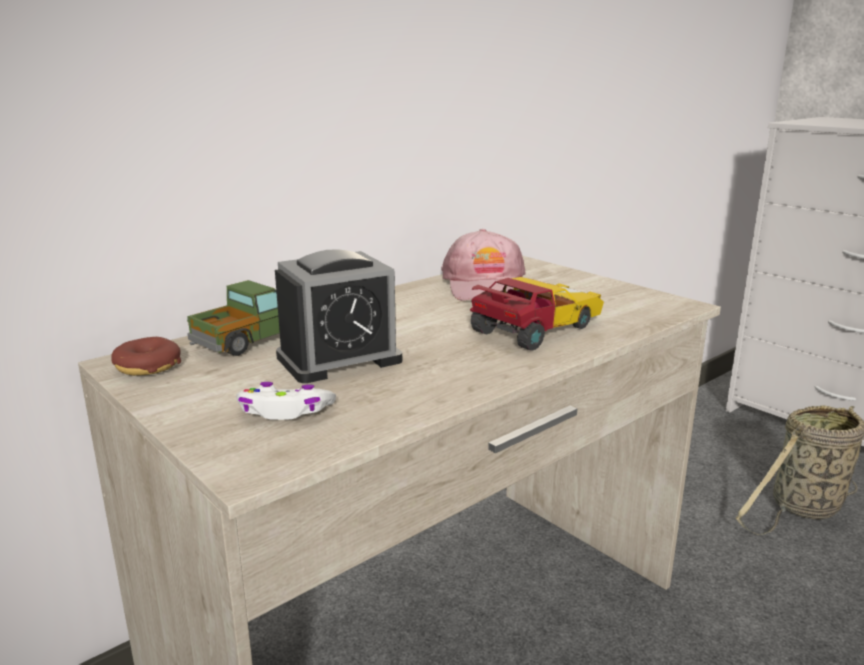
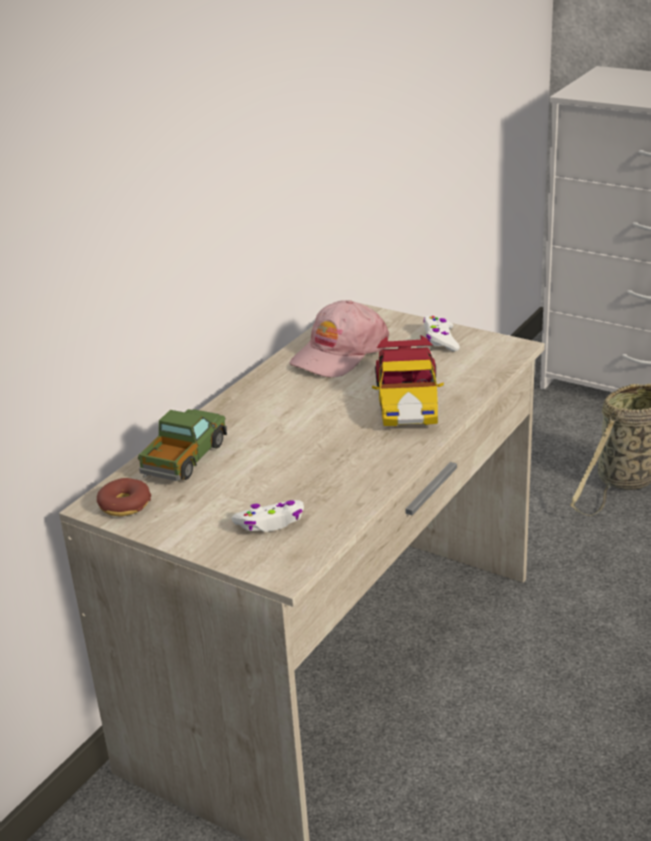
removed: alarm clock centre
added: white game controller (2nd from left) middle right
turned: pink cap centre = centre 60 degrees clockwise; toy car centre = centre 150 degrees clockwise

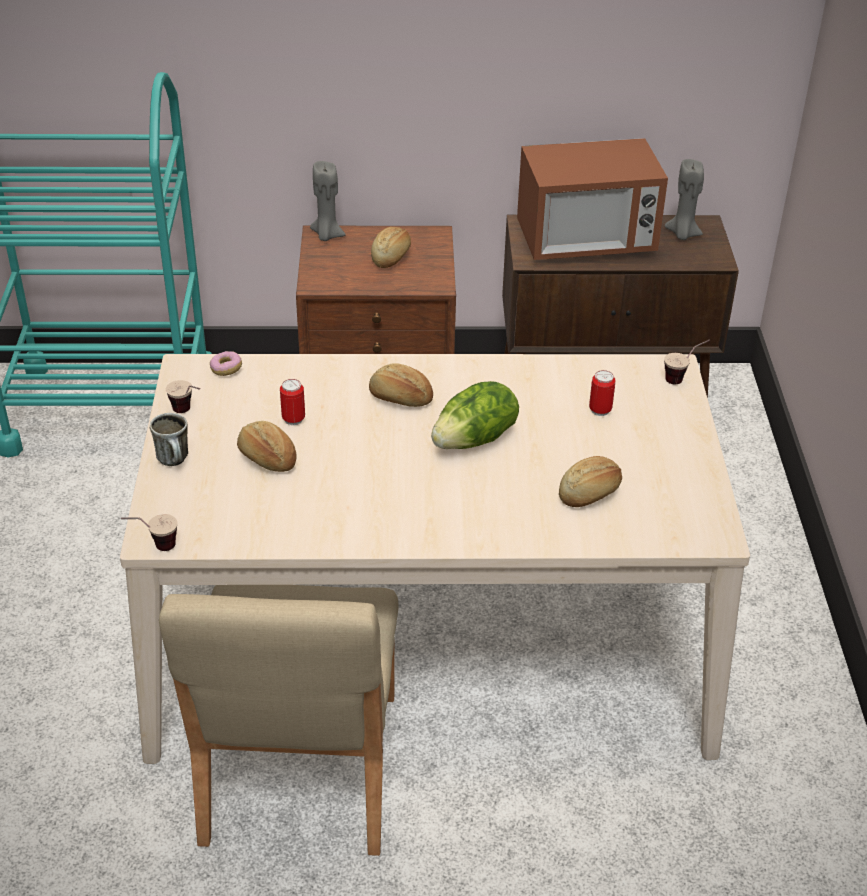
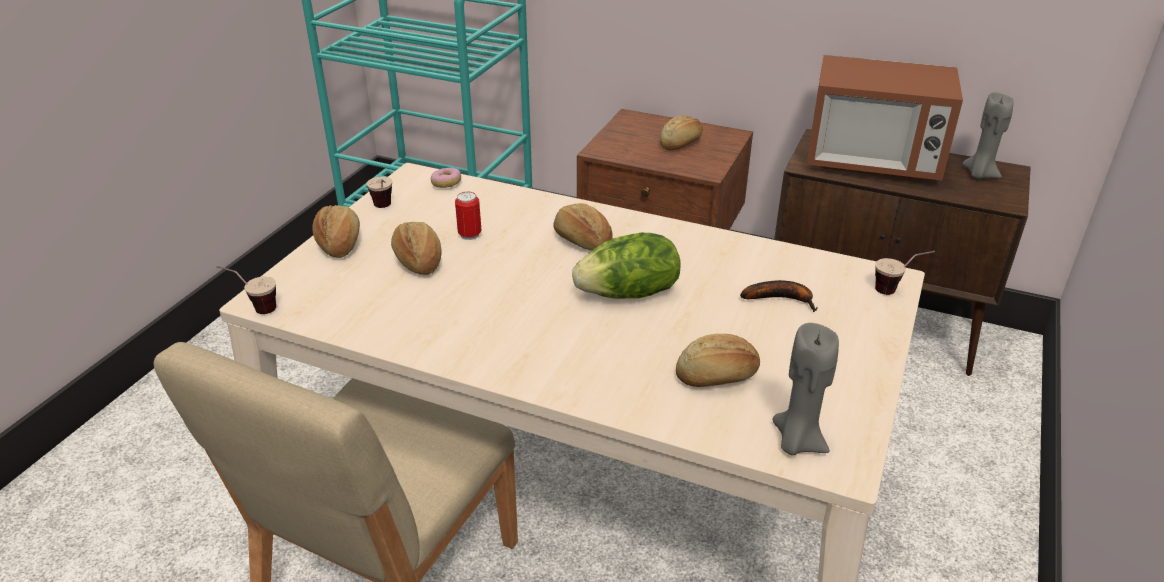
moved: grey candle (1st from left) top centre to bottom right
replaced: mug middle left to bread (1st from left) middle left; can (2nd from left) middle right to banana middle right

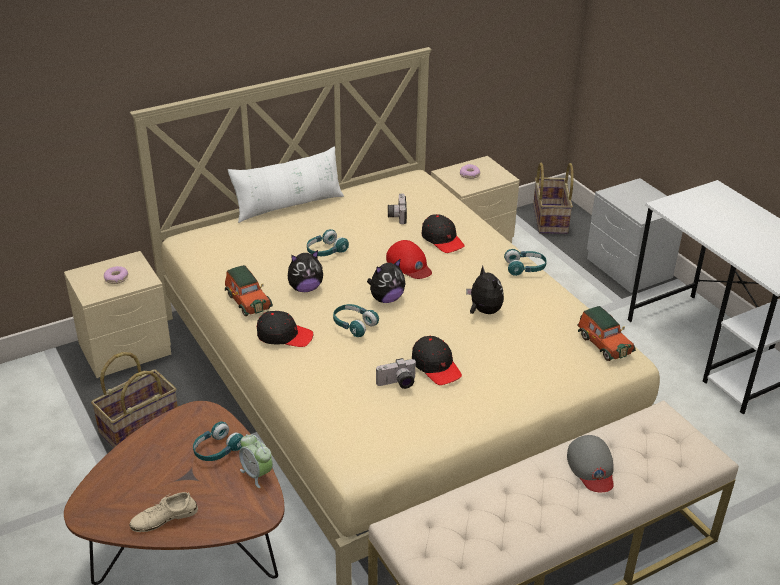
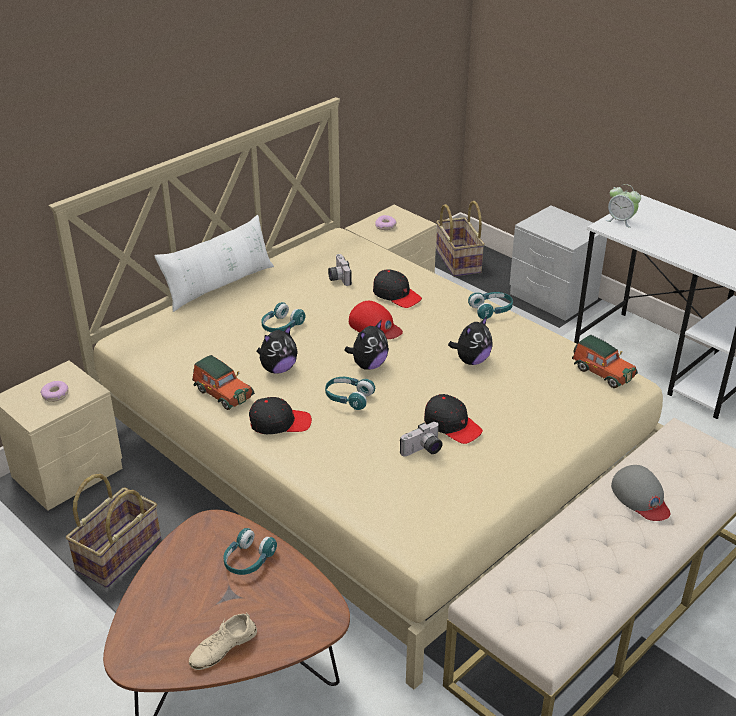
moved: alarm clock bottom left to top right
turned: plush toy (3rd from left) centre = centre 90 degrees clockwise

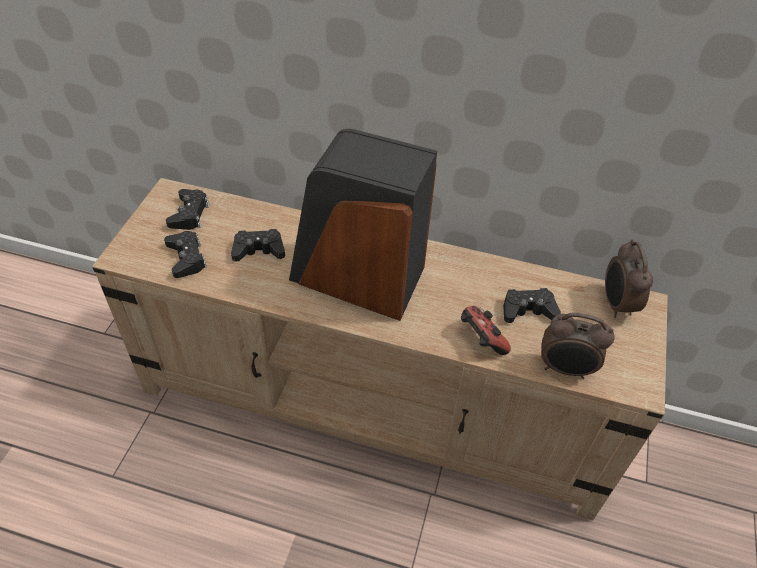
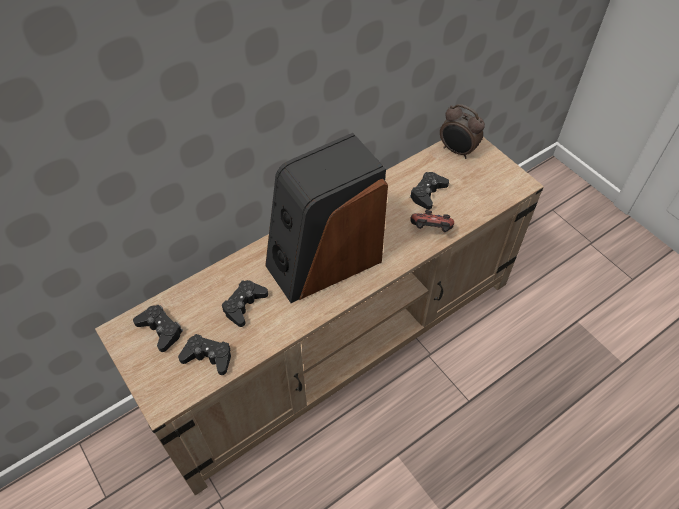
removed: alarm clock (1st from left) middle right

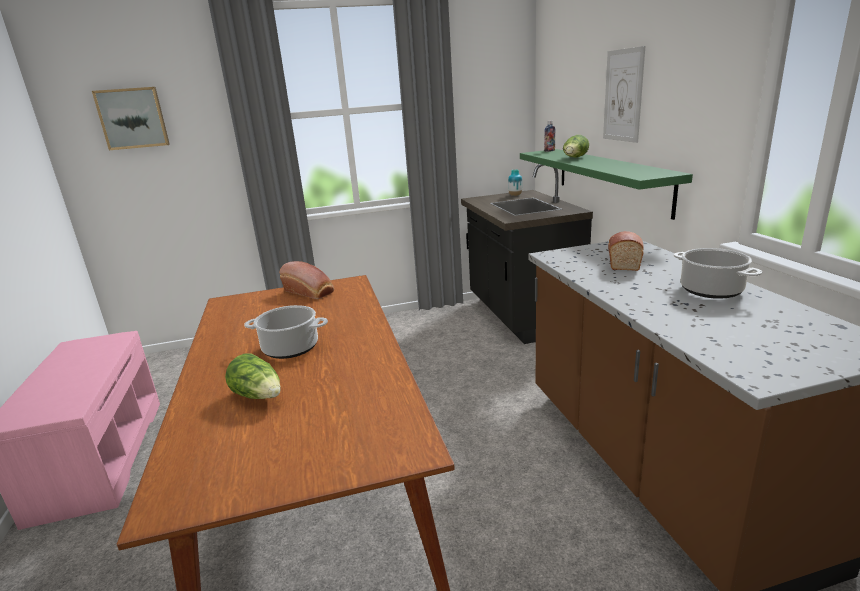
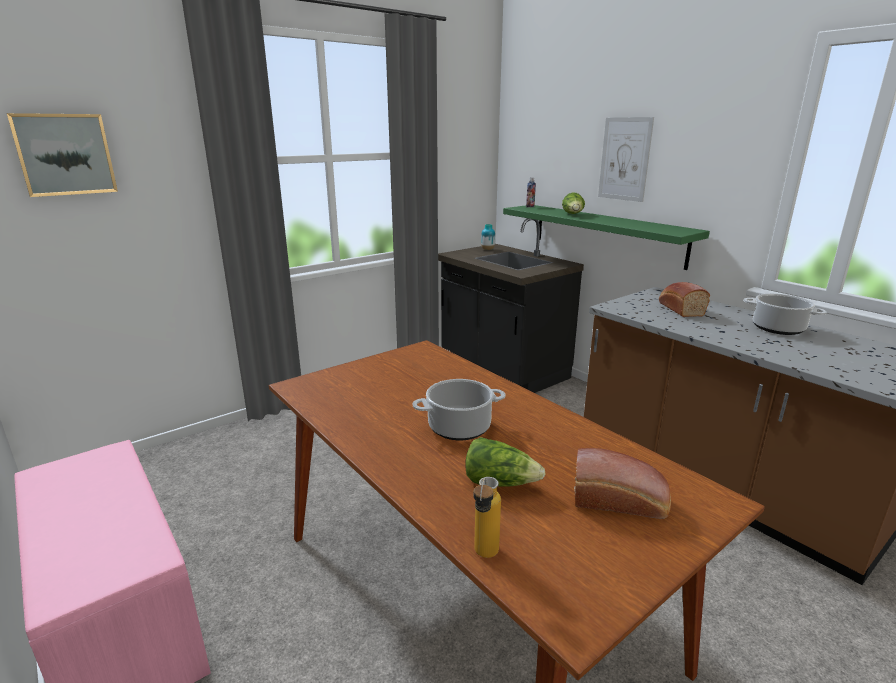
added: bottle (1st from left) bottom centre
moved: bread (1st from left) centre to bottom right

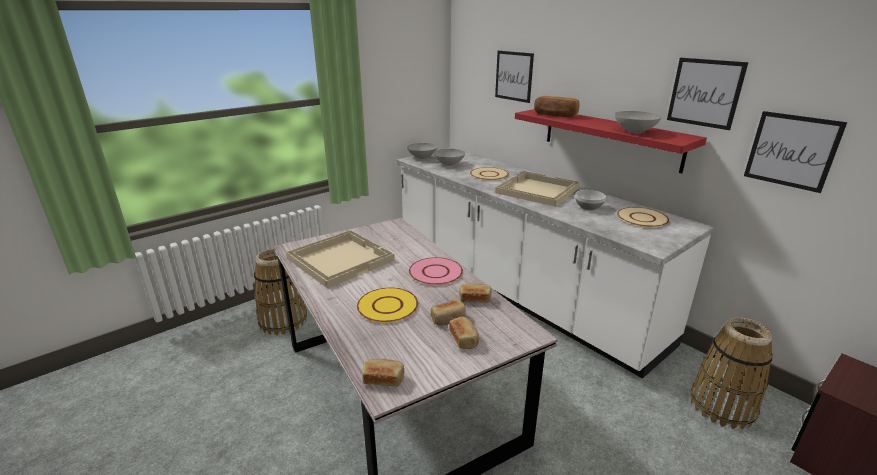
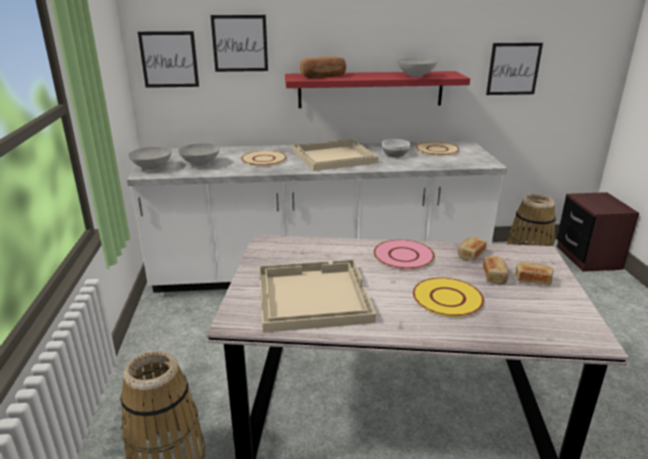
removed: bread (1st from left) bottom centre
moved: picture (2nd from left in the first image) top right to picture (1st from left) top left

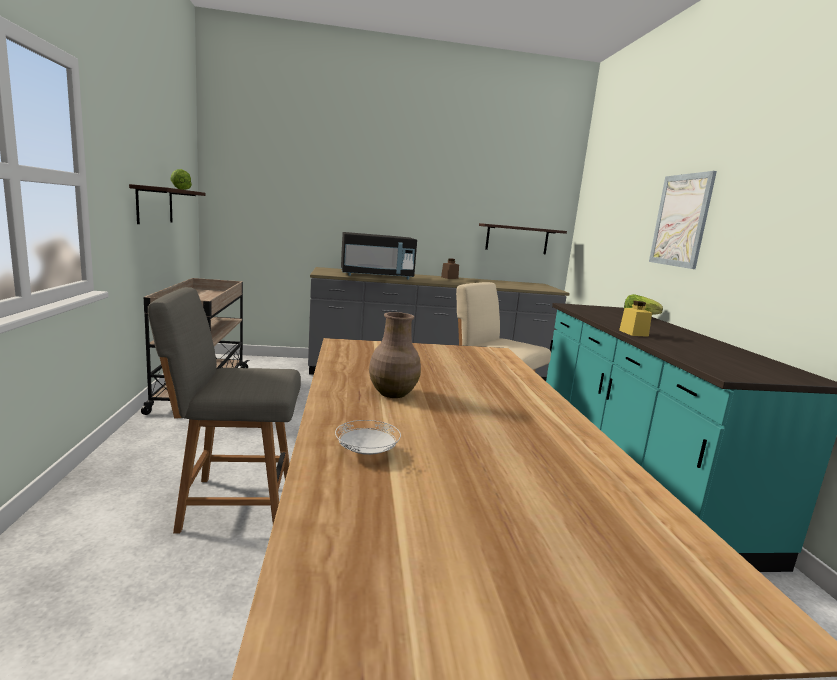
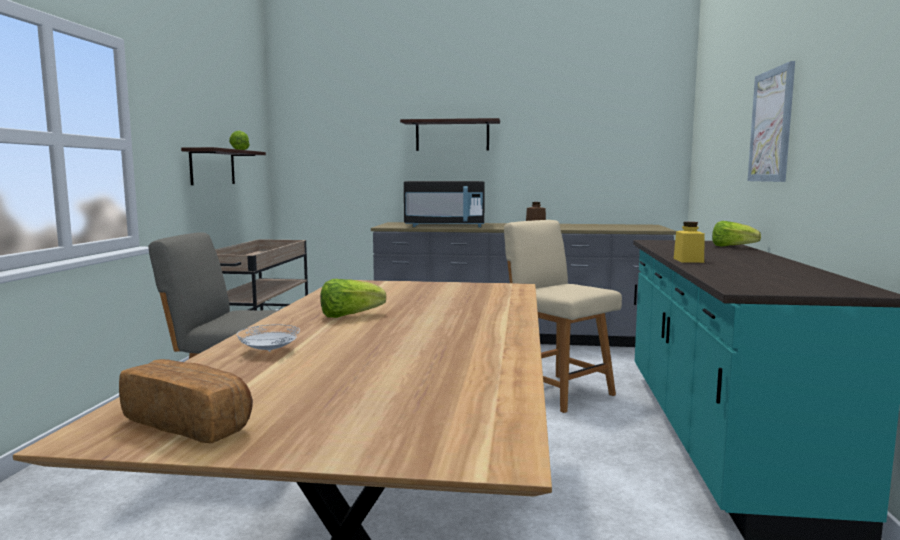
added: bread bottom left
moved: shelf (2nd from left) centre to top centre
replaced: brown vase centre to lettuce (2nd from left) centre

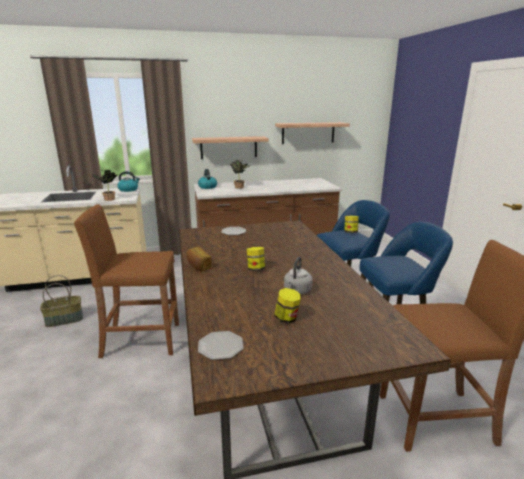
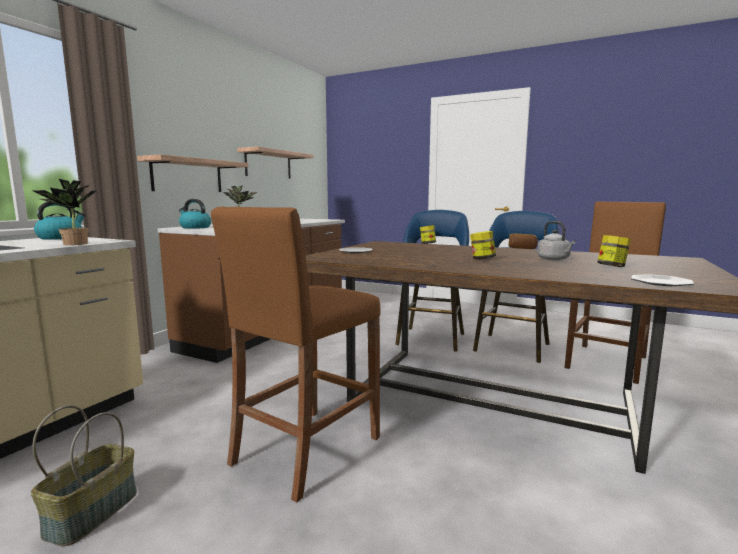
moved: bread centre to middle right

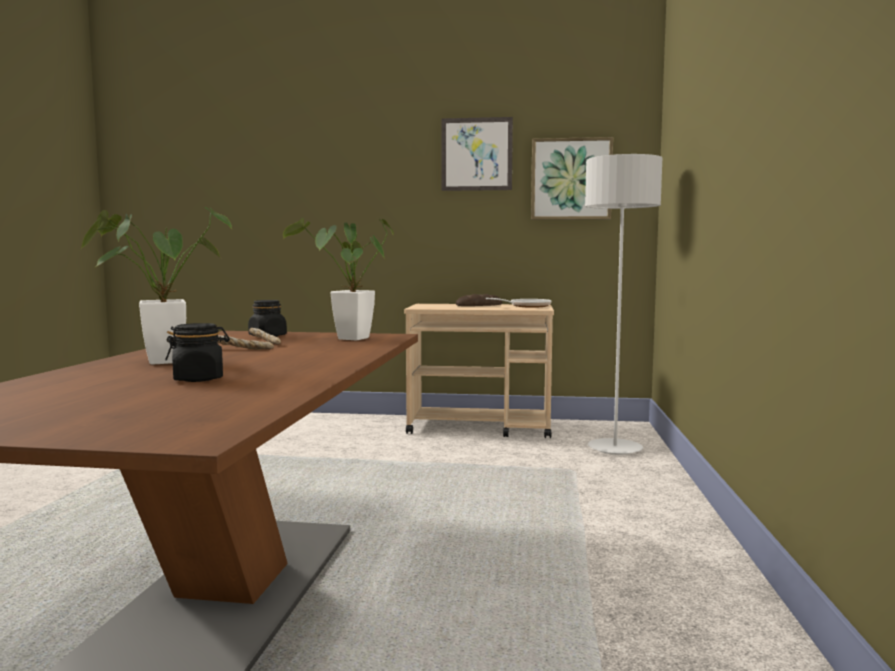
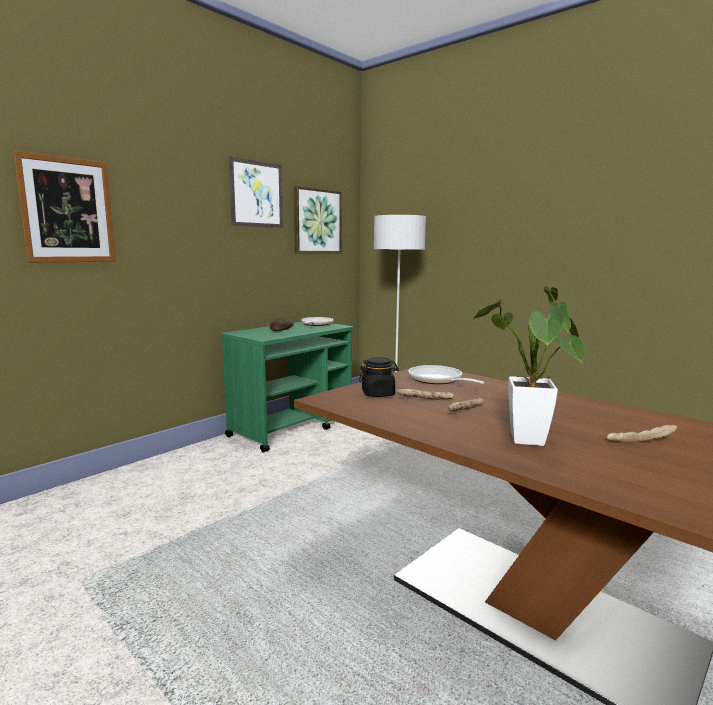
added: picture (1st from left) top left
replaced: potted plant (2nd from left) centre to frying pan (2nd from left) centre; black jar (1st from left) middle left to bread (4th from left) middle right
recoloured: beige cart centre to green cart centre

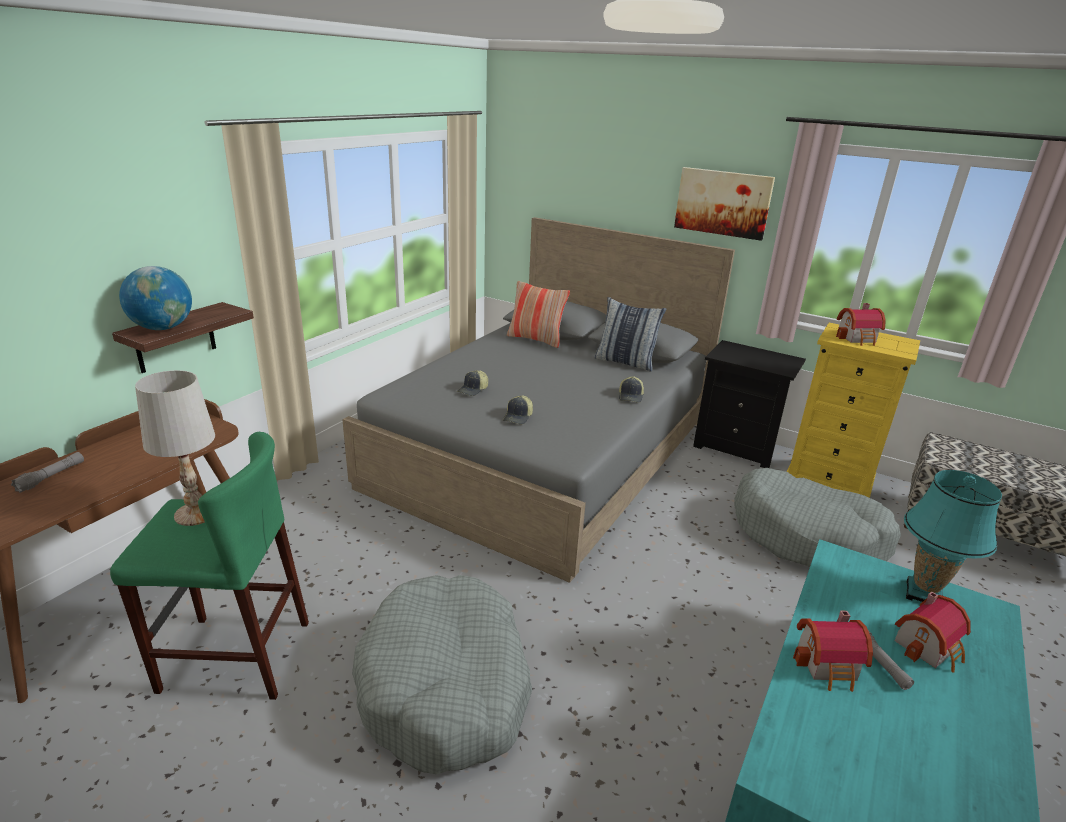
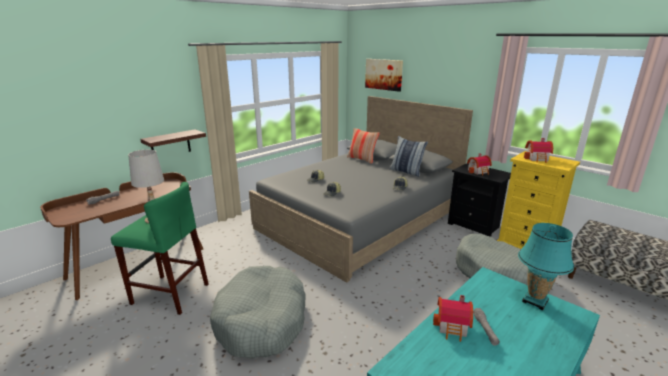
removed: globe middle left
moved: picture top right to top centre; toy house (3rd from left in the first image) bottom right to toy house (2nd from left) middle right

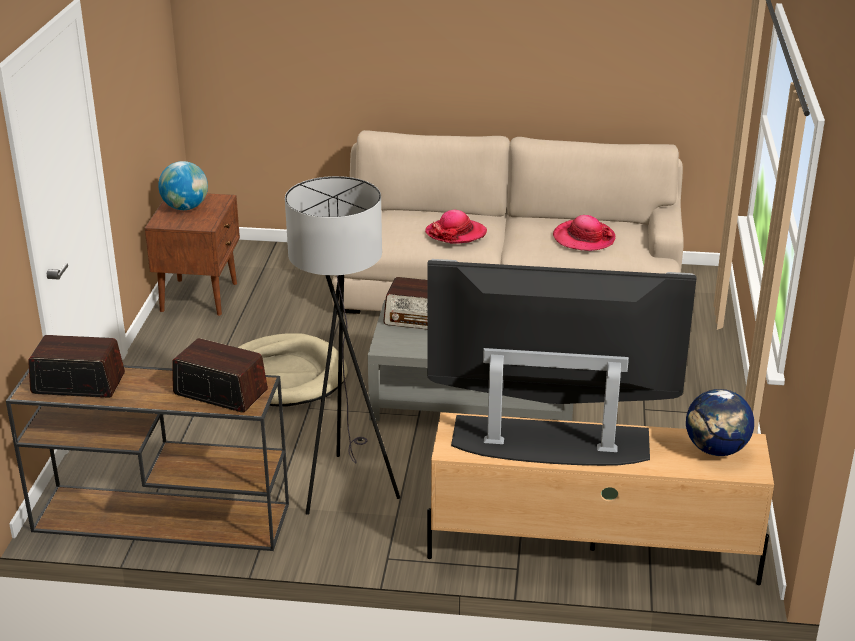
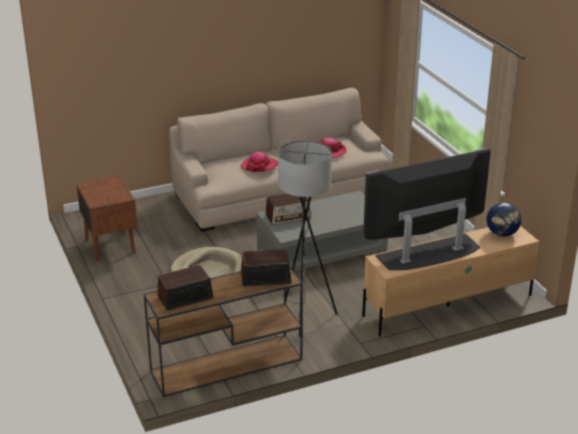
removed: globe (1st from left) top left

